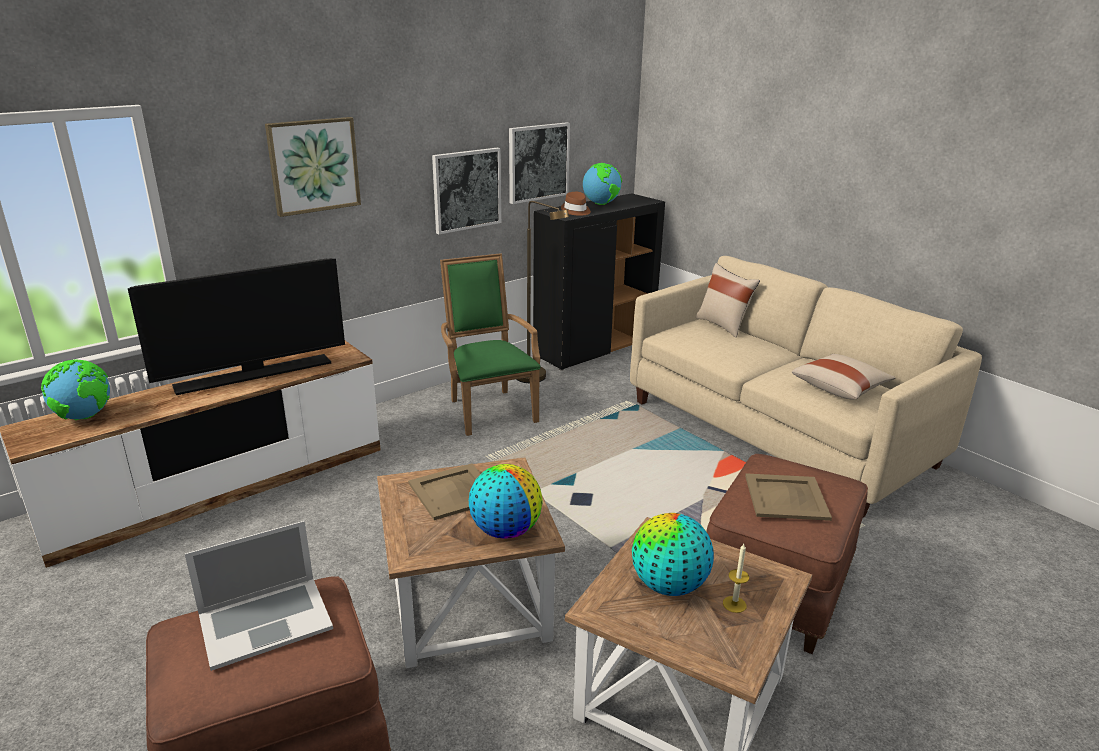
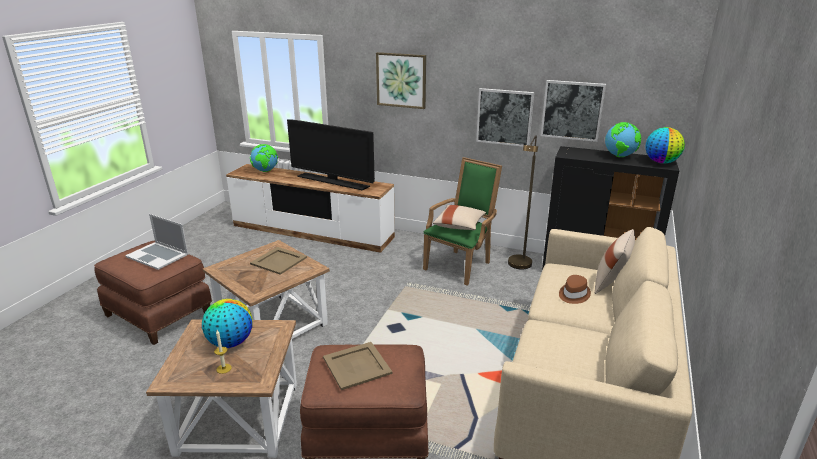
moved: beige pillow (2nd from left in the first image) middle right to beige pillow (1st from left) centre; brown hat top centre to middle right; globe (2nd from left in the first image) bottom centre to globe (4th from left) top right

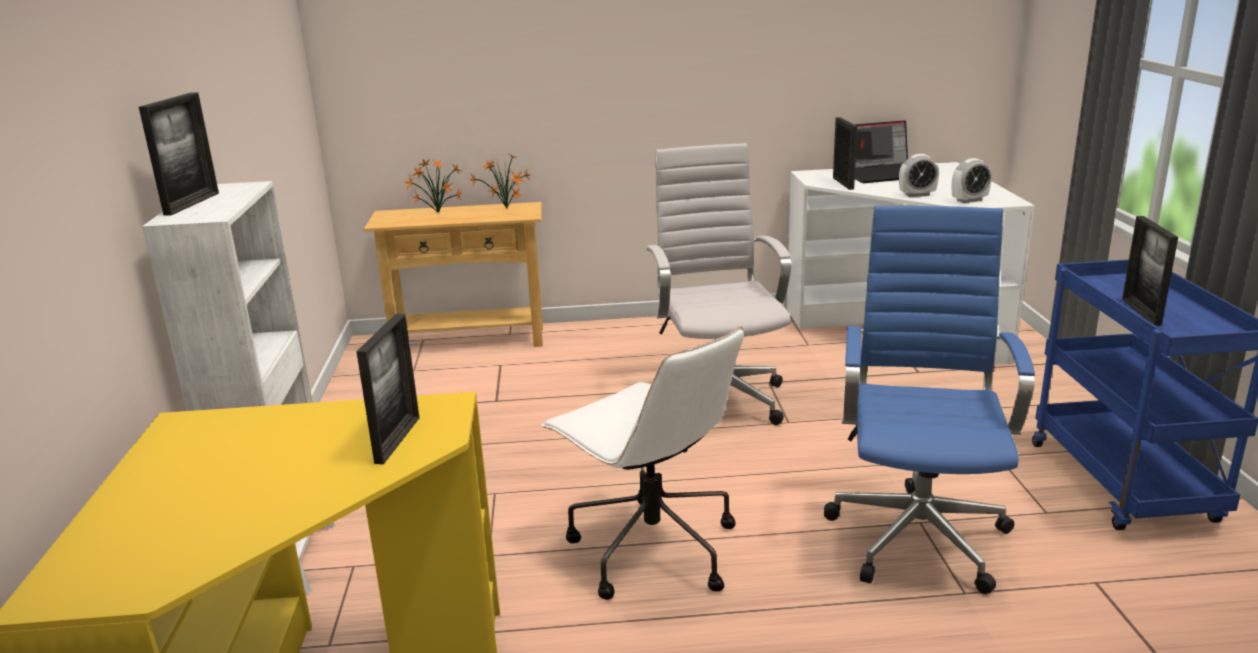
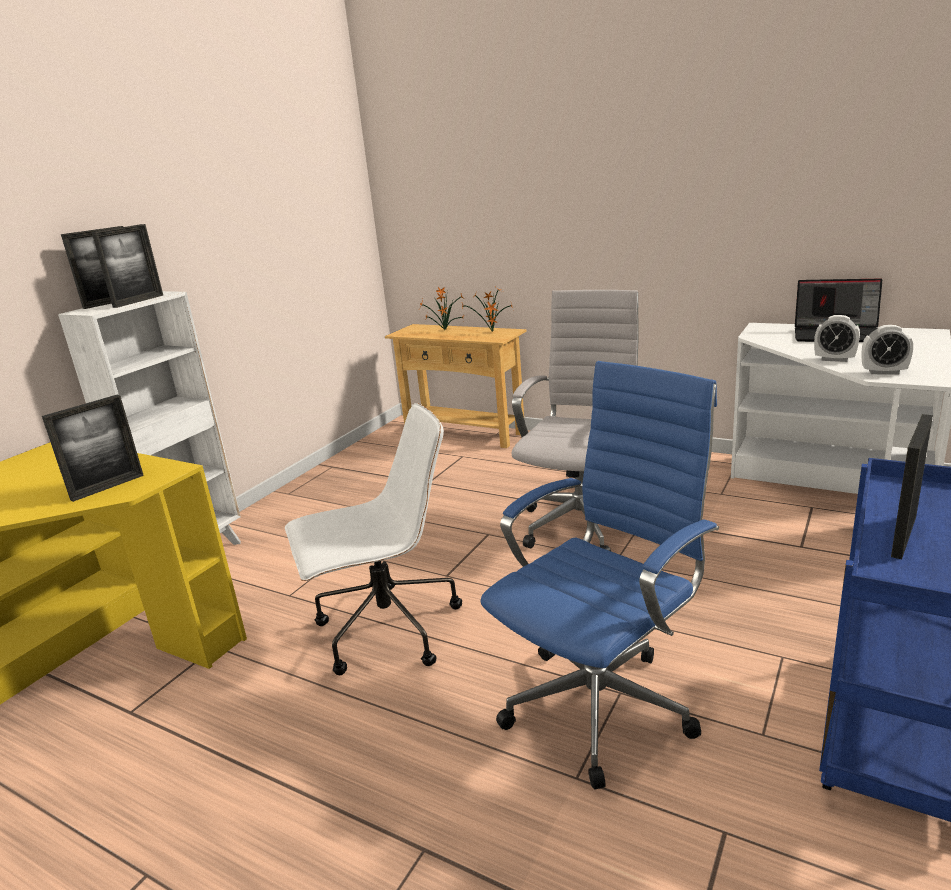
moved: picture frame (3rd from left) top right to top left
turned: white office chair (1st from left) bottom centre = centre 105 degrees counterclockwise

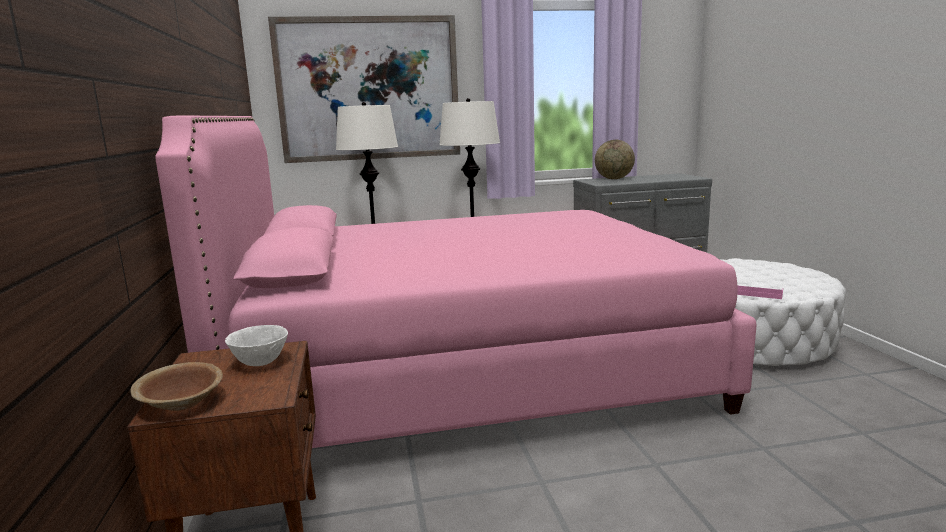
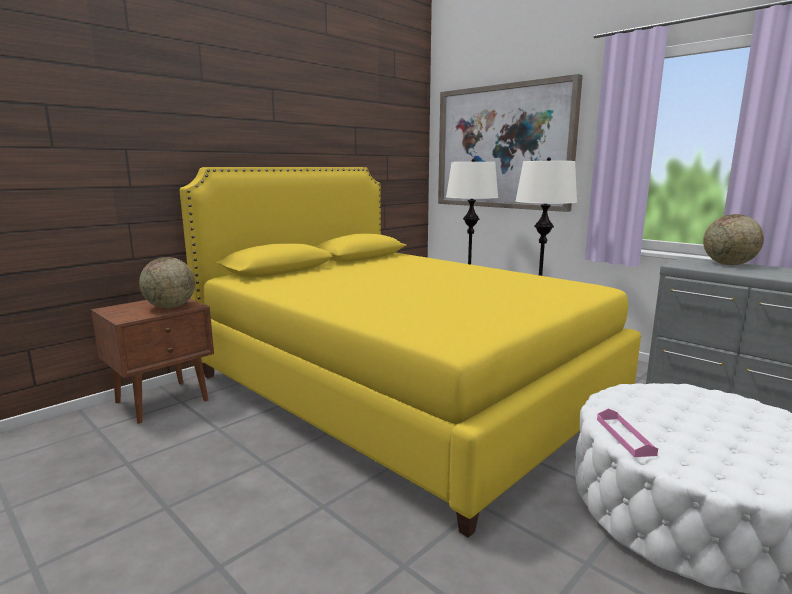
removed: brown bowl bottom left
replaced: white bowl middle left to globe (1st from left) middle left
recoloured: pink bed centre to yellow bed centre

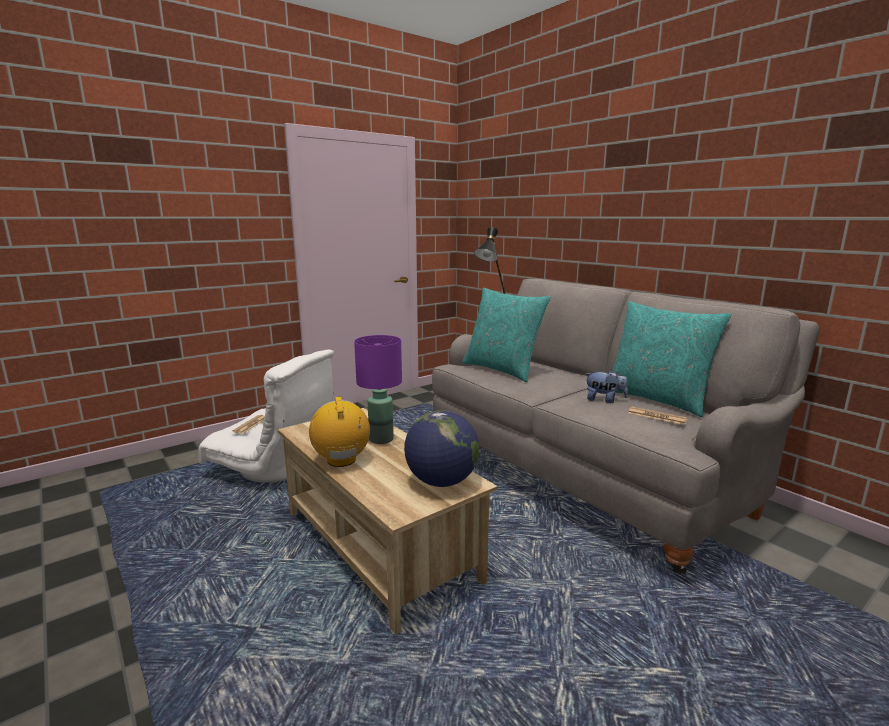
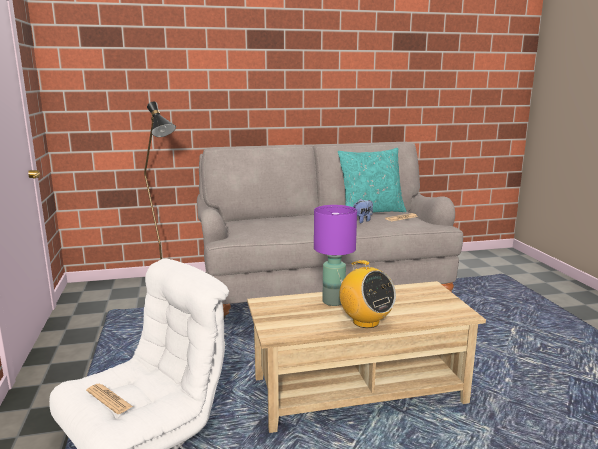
removed: globe centre; turquoise pillow (1st from left) centre
turned: radio centre = centre 135 degrees counterclockwise

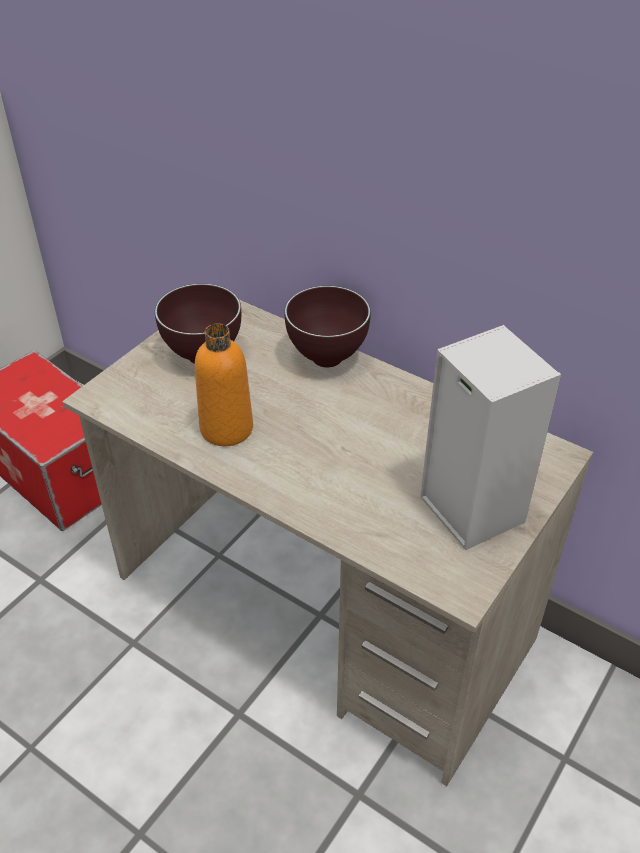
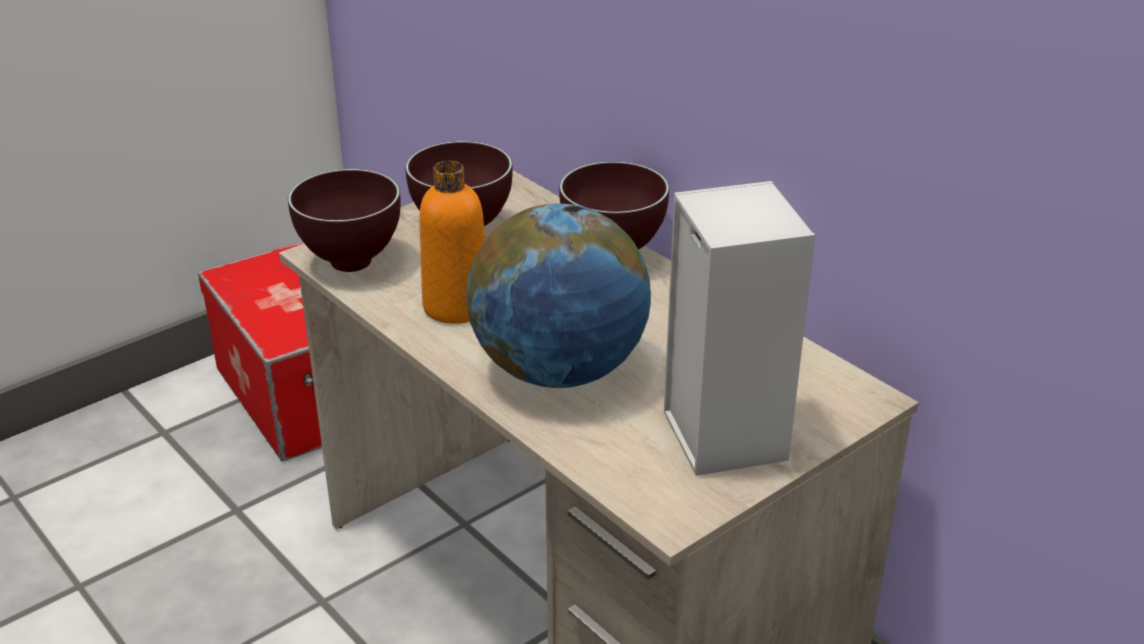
added: brown bowl (1st from left) middle left; globe centre

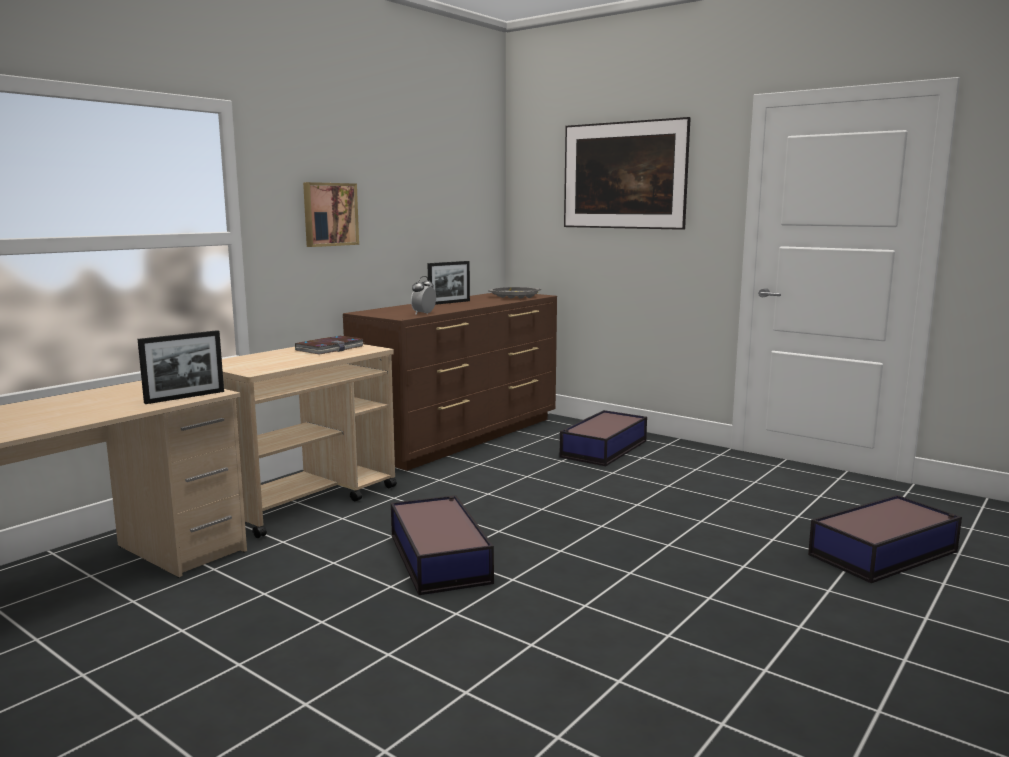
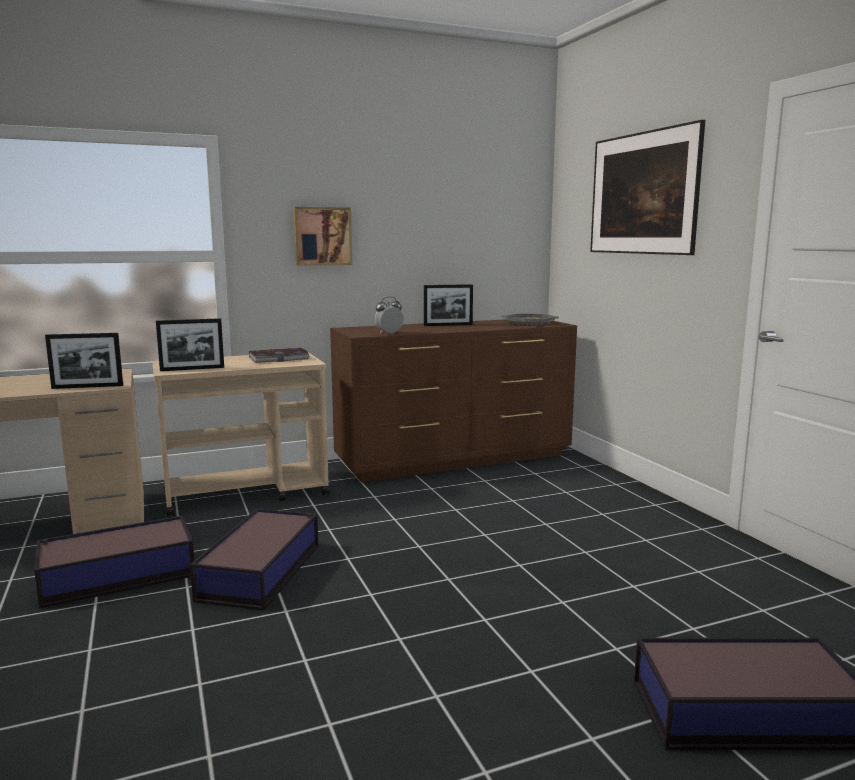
added: picture frame (2nd from left) middle left
moved: storage box (2nd from left in the first image) centre to storage box (1st from left) bottom left

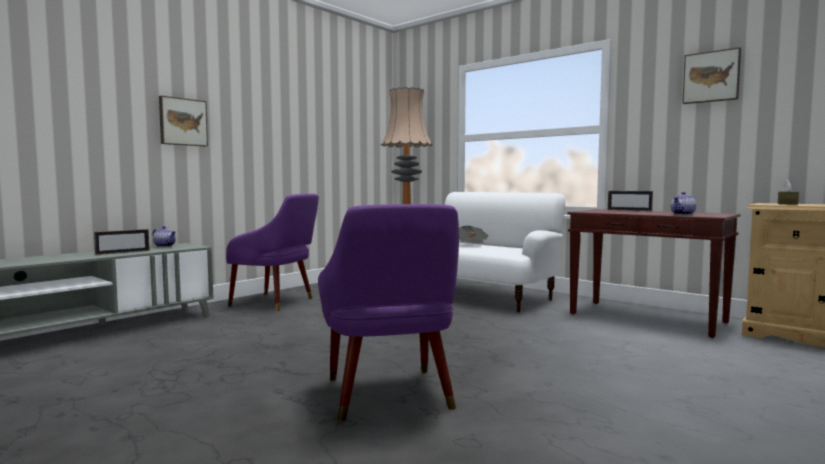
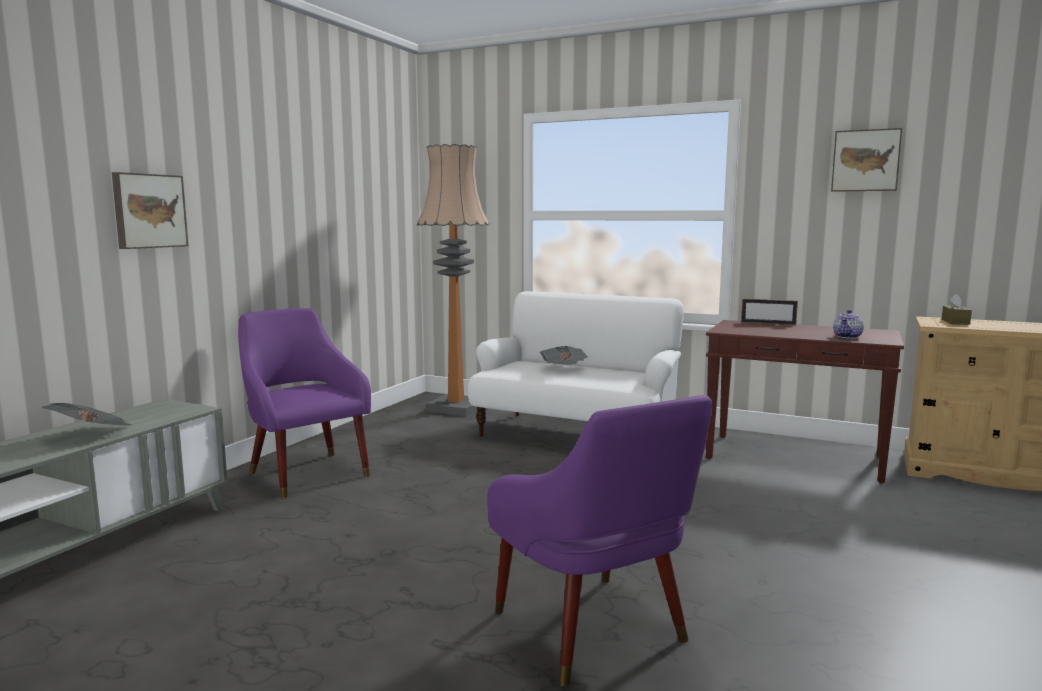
removed: teapot (1st from left) middle left
replaced: picture frame (1st from left) middle left to newspaper (1st from left) middle left
turned: purple armchair (1st from left) middle left = middle left 135 degrees counterclockwise

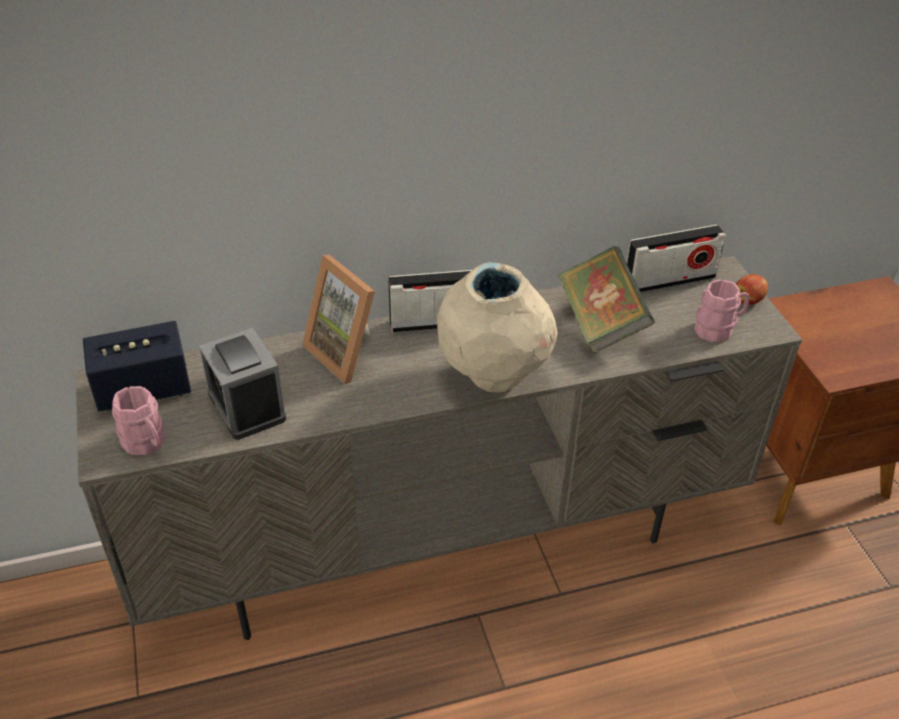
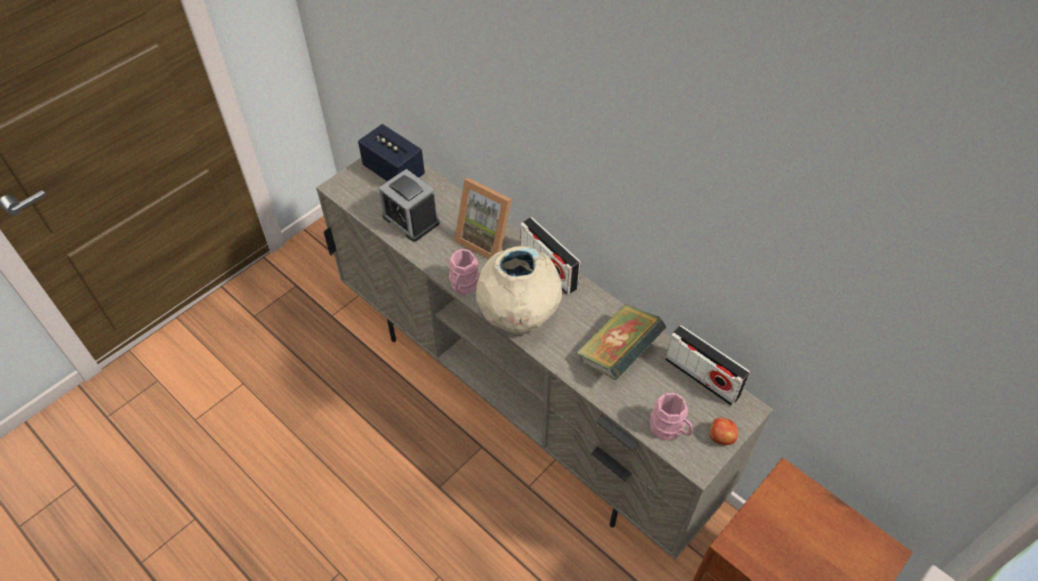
moved: pink mug (1st from left) middle left to centre
turned: alarm clock middle left = centre 75 degrees counterclockwise; picture frame centre = centre 75 degrees counterclockwise

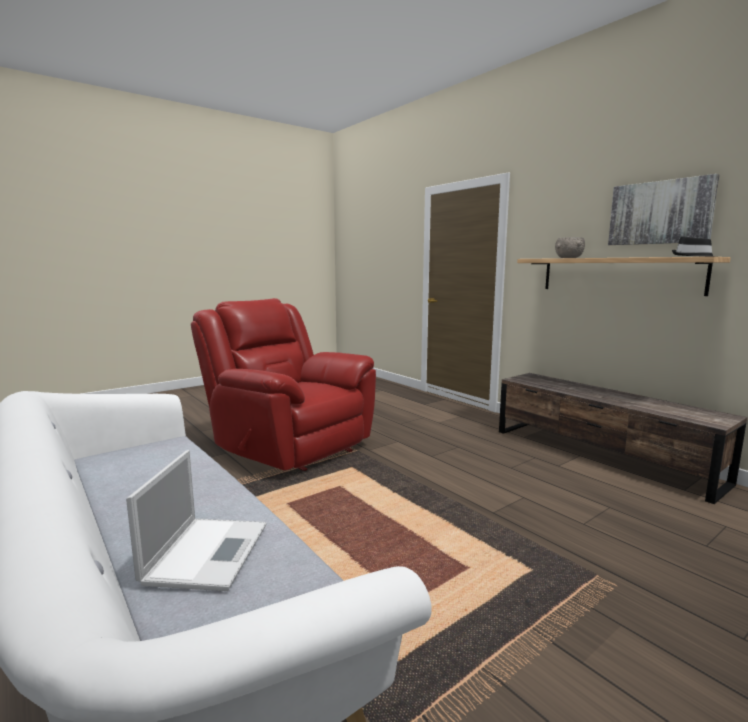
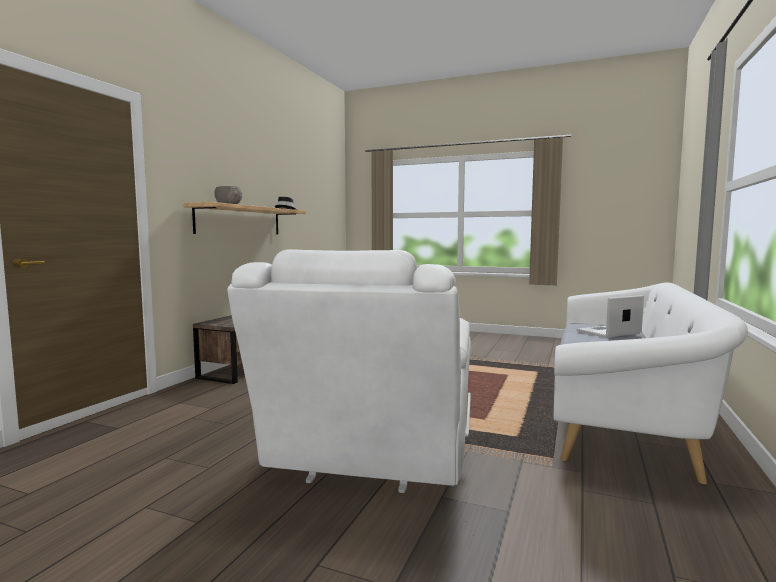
removed: picture top right
recoloured: red armchair centre to white armchair centre

